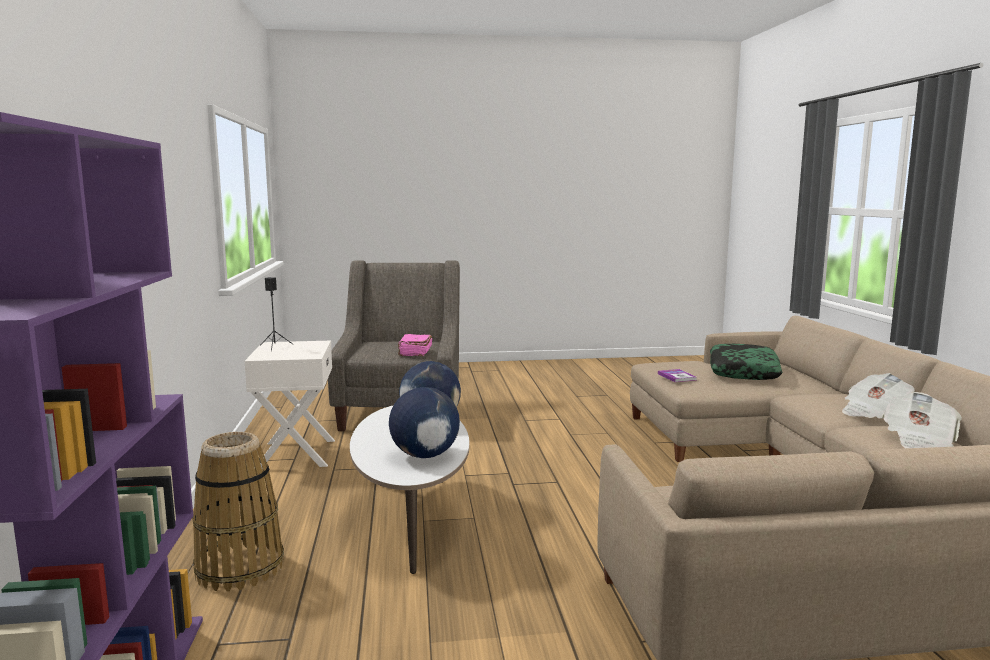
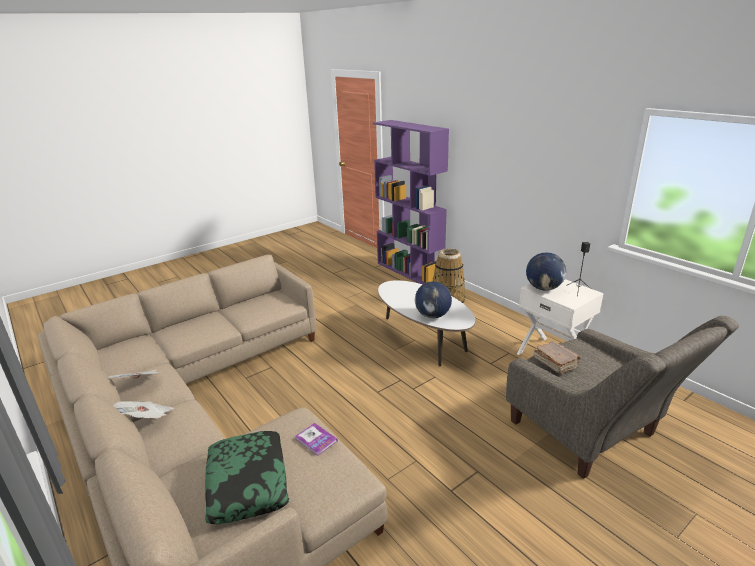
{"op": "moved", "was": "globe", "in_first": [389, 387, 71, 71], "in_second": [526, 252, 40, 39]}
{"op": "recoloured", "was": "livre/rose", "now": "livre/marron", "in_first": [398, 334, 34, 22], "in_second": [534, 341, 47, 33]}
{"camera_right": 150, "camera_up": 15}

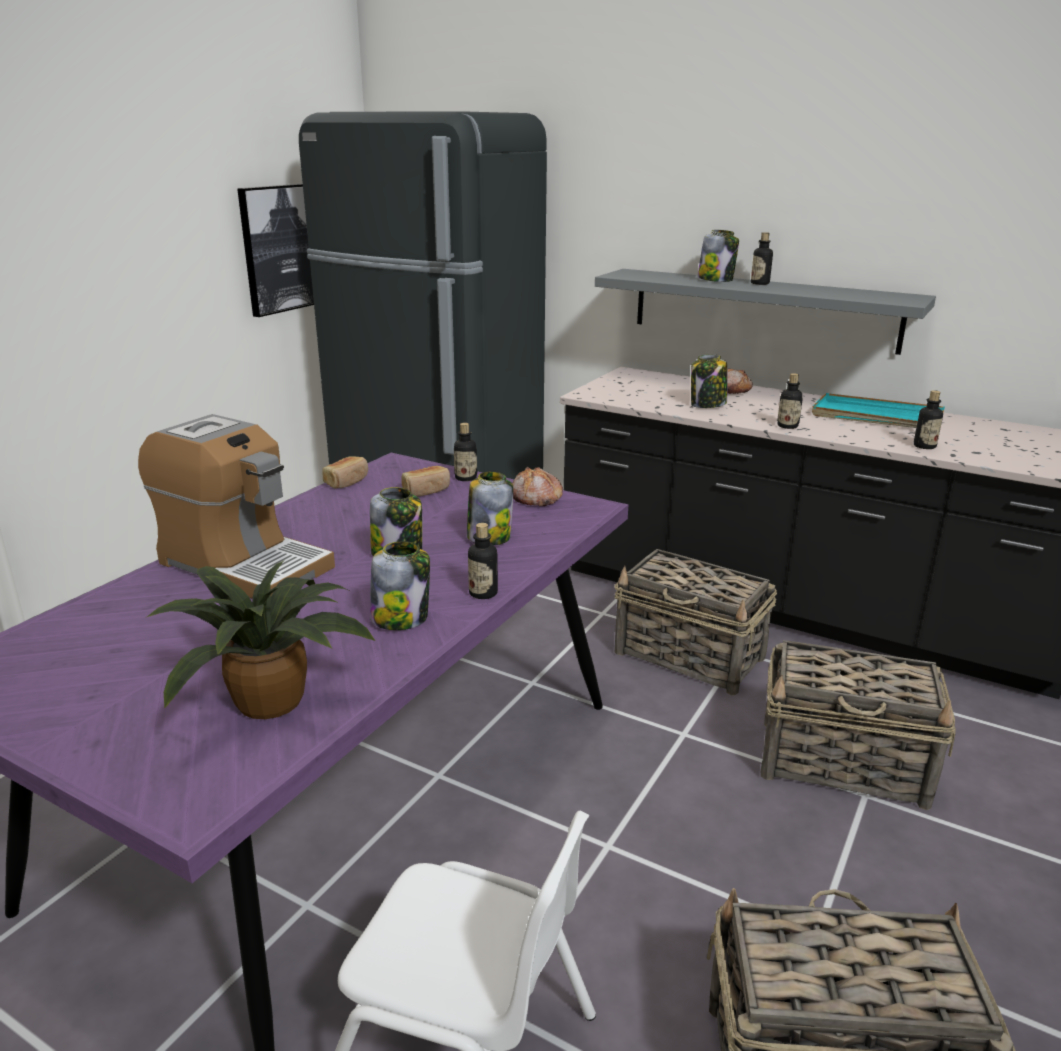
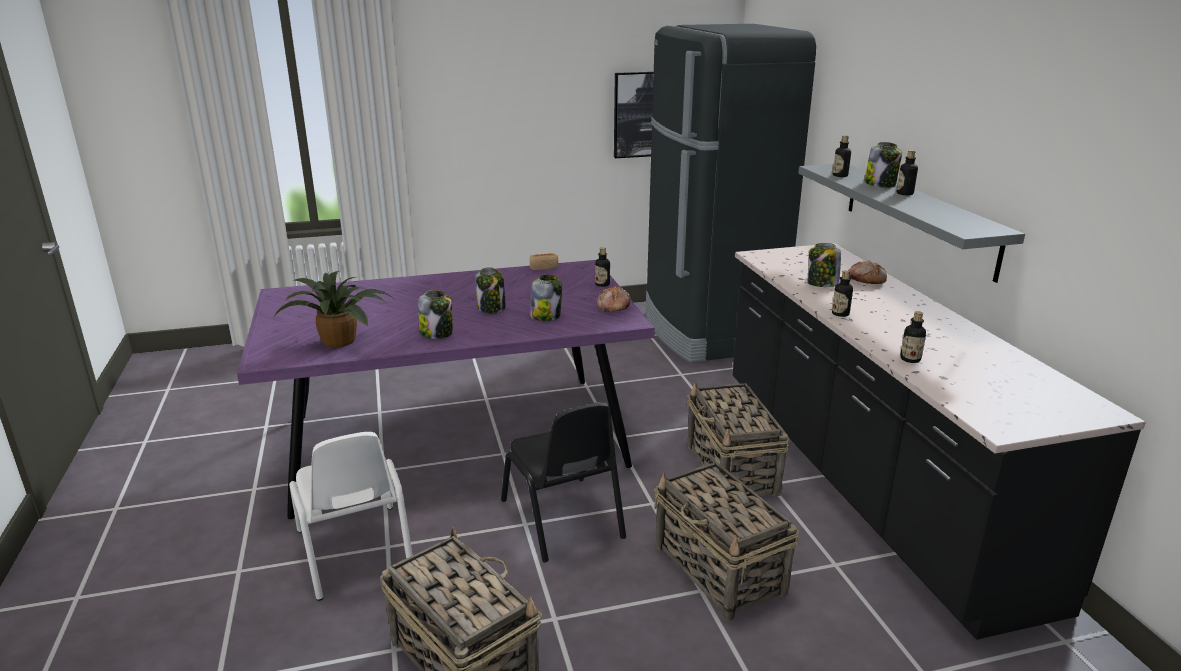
{"op": "removed", "was": "machine à café", "in_first": [138, 414, 197, 184]}
{"op": "removed", "was": "pain", "in_first": [402, 466, 48, 30]}
{"op": "moved", "was": "bouteille", "in_first": [468, 523, 30, 76], "in_second": [833, 135, 18, 42]}
{"op": "removed", "was": "plateau/turquoise", "in_first": [812, 393, 133, 35]}
{"op": "added", "now": "chaise/noir", "in_second": [501, 402, 125, 161]}
{"camera_right": 45, "camera_up": 0}

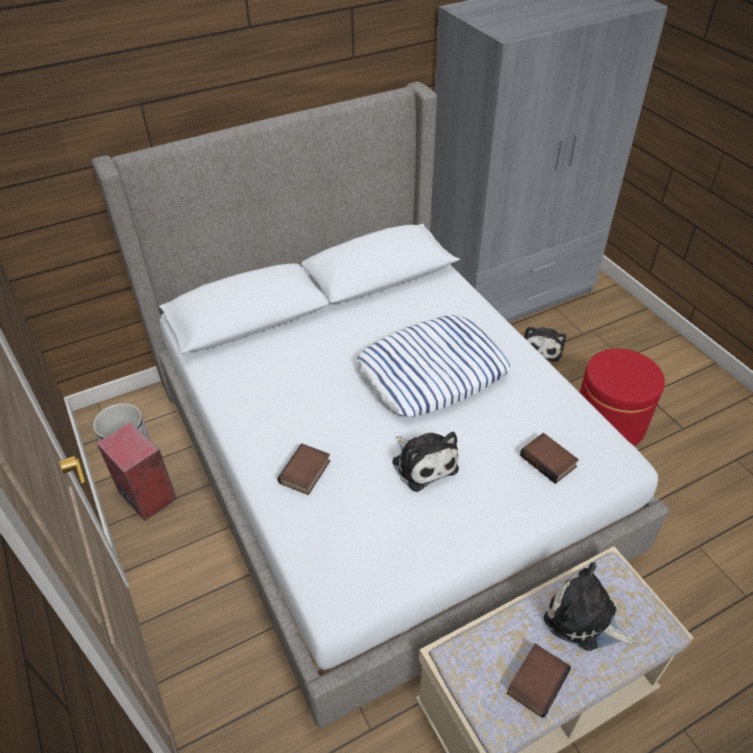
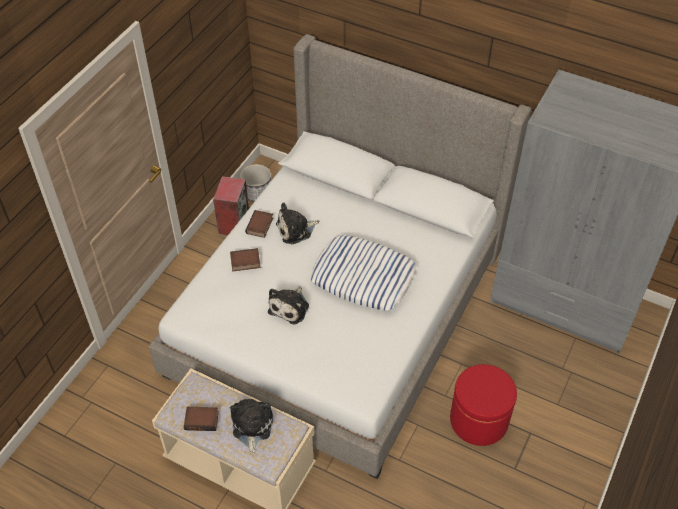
{"op": "moved", "was": "livre", "in_first": [520, 433, 59, 51], "in_second": [245, 210, 28, 28]}
{"op": "moved", "was": "peluche", "in_first": [524, 326, 42, 36], "in_second": [276, 203, 43, 41]}
{"camera_right": 55, "camera_up": 5}

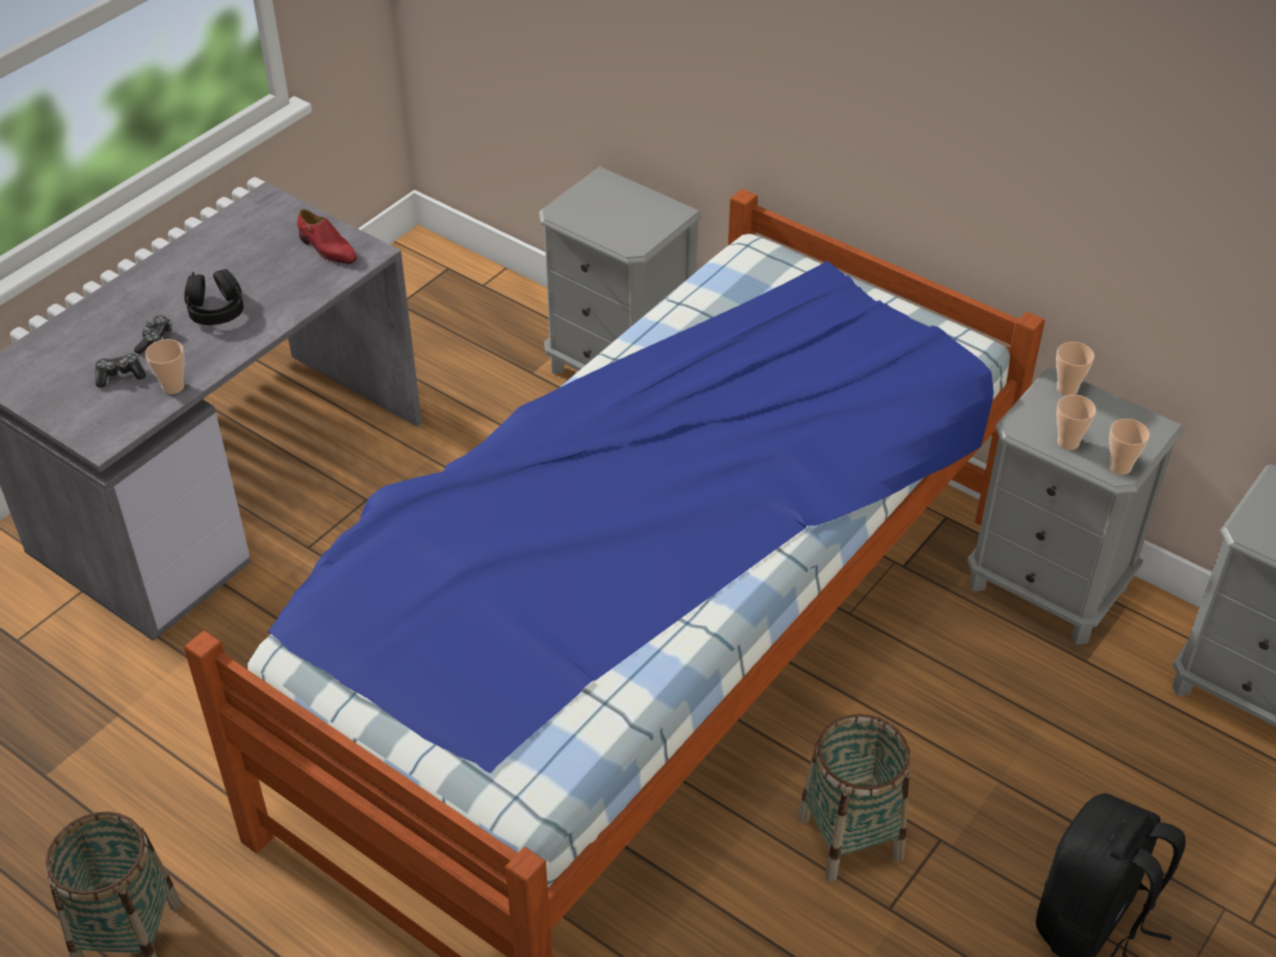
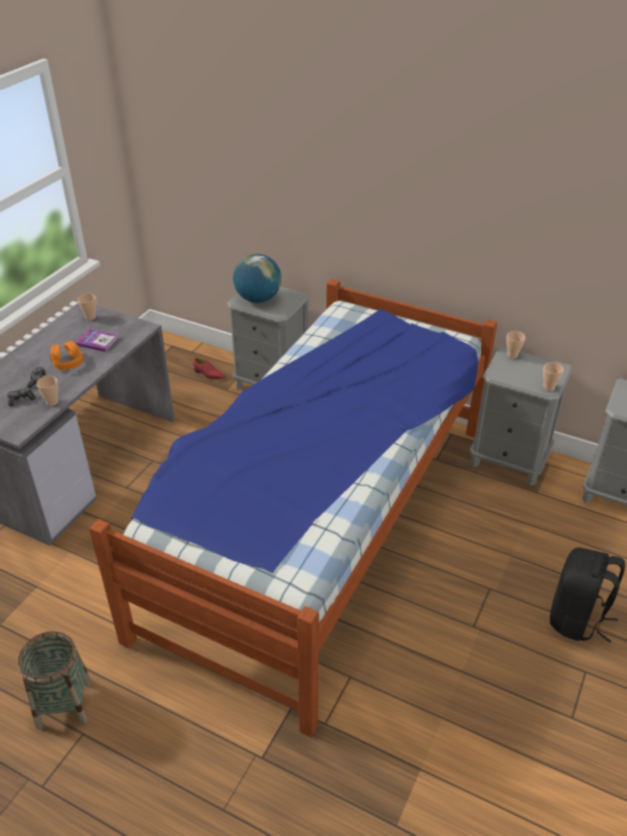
{"op": "recoloured", "was": "casque audio/noir", "now": "casque audio/orange", "in_first": [184, 269, 60, 56], "in_second": [50, 341, 33, 29]}
{"op": "moved", "was": "chaussure/rouge", "in_first": [297, 209, 60, 55], "in_second": [193, 358, 31, 22]}
{"op": "removed", "was": "panier", "in_first": [798, 714, 113, 168]}
{"op": "moved", "was": "tasse", "in_first": [1057, 395, 39, 55], "in_second": [78, 294, 18, 26]}
{"op": "added", "now": "livre", "in_second": [74, 329, 45, 23]}
{"op": "added", "now": "globe", "in_second": [233, 254, 48, 49]}
{"camera_right": -10, "camera_up": -5}

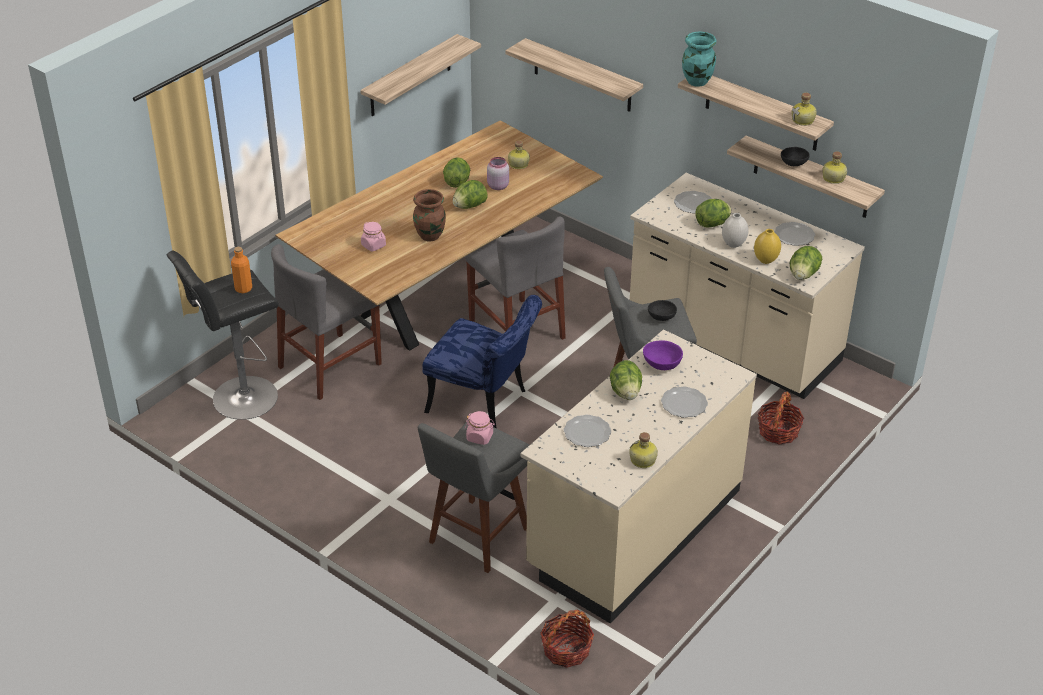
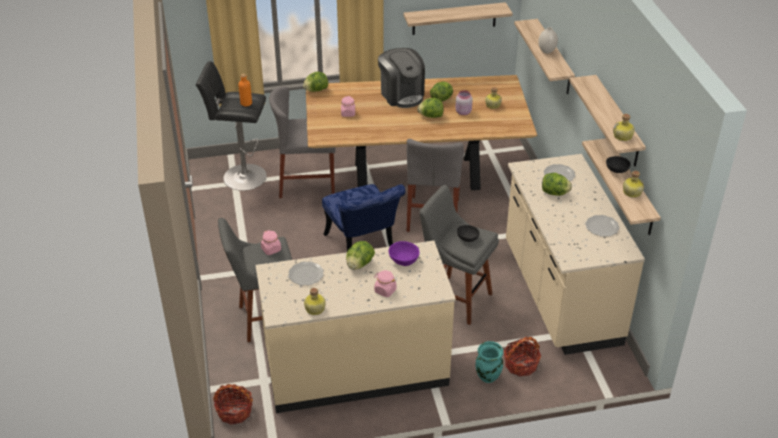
{"op": "removed", "was": "vase/marron", "in_first": [413, 189, 33, 53]}
{"op": "replaced", "was": "assiette", "now": "bocal/rose", "in_first": [661, 386, 47, 32], "in_second": [374, 270, 23, 27]}
{"op": "moved", "was": "vase/turquoise", "in_first": [682, 31, 35, 56], "in_second": [476, 341, 27, 42]}
{"op": "moved", "was": "vase/blanc", "in_first": [722, 213, 27, 35], "in_second": [538, 27, 20, 27]}
{"op": "removed", "was": "vase/jaune", "in_first": [754, 229, 27, 35]}
{"op": "moved", "was": "laitue", "in_first": [790, 246, 32, 34], "in_second": [303, 72, 25, 20]}
{"op": "added", "now": "machine à café", "in_second": [378, 48, 47, 60]}
{"camera_right": 40, "camera_up": 0}

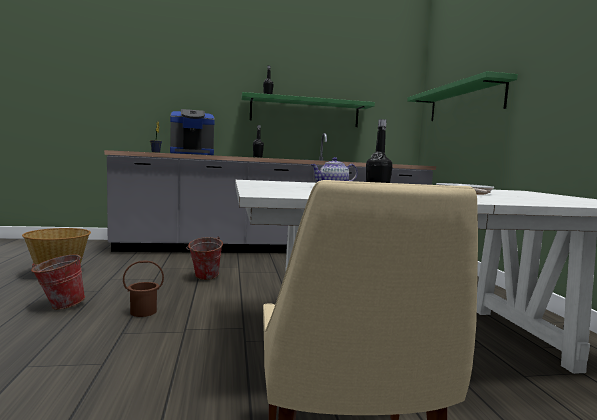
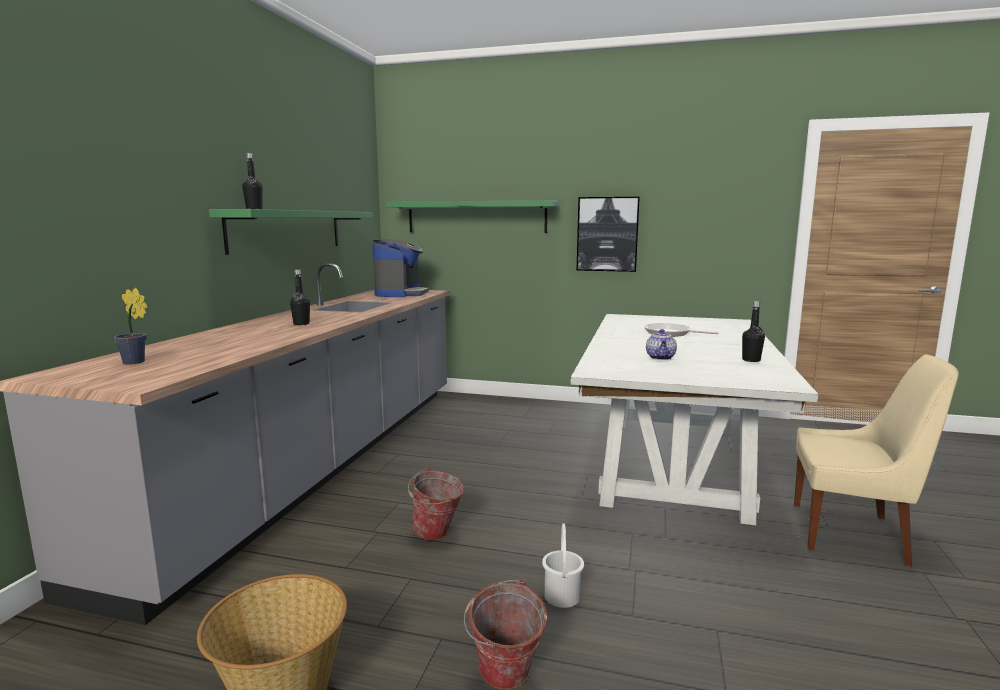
{"op": "recoloured", "was": "seau/marron", "now": "seau/blanc", "in_first": [123, 260, 41, 57], "in_second": [542, 523, 42, 85]}
{"op": "moved", "was": "machine à café", "in_first": [170, 109, 45, 46], "in_second": [372, 239, 57, 58]}
{"op": "added", "now": "tableau", "in_second": [577, 197, 63, 75]}
{"camera_right": -65, "camera_up": 5}

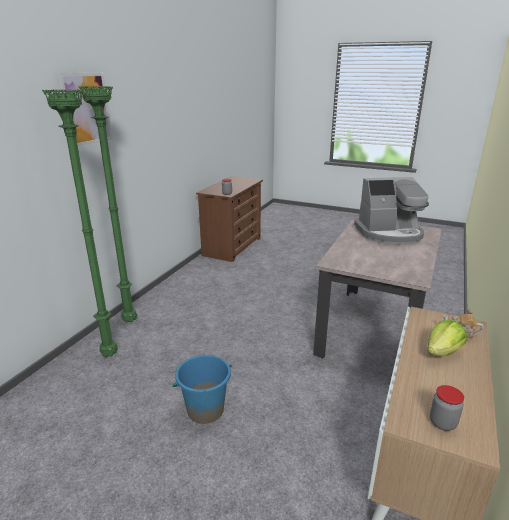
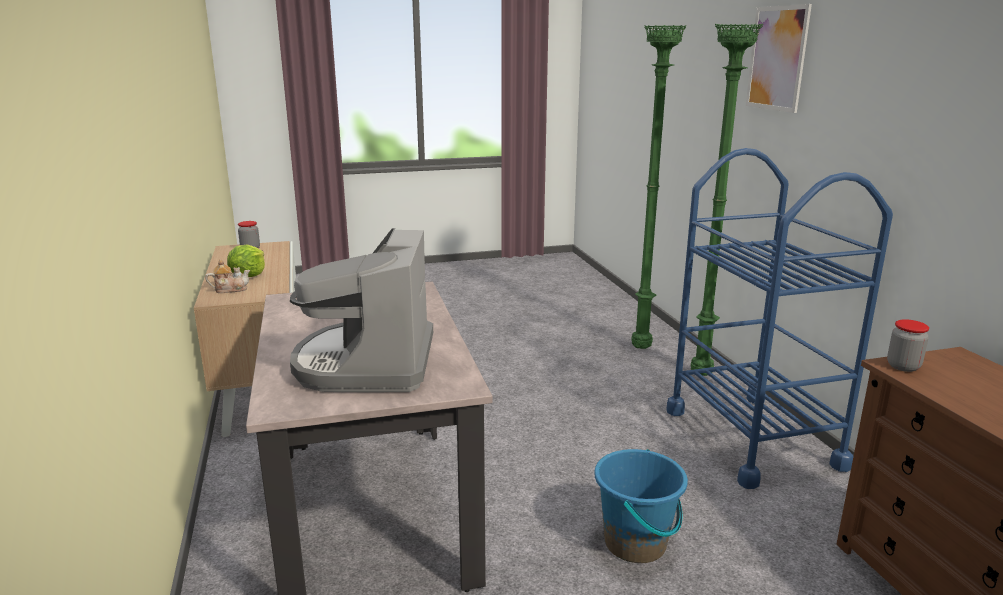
{"op": "moved", "was": "seau/bleu", "in_first": [172, 355, 60, 69], "in_second": [594, 449, 94, 114]}
{"op": "turned", "was": "machine à café", "in_first": [354, 177, 75, 68], "in_second": [290, 228, 143, 164], "clockwise": -45}
{"op": "added", "now": "chariot/bleu", "in_second": [666, 148, 227, 341]}
{"camera_right": 140, "camera_up": -5}

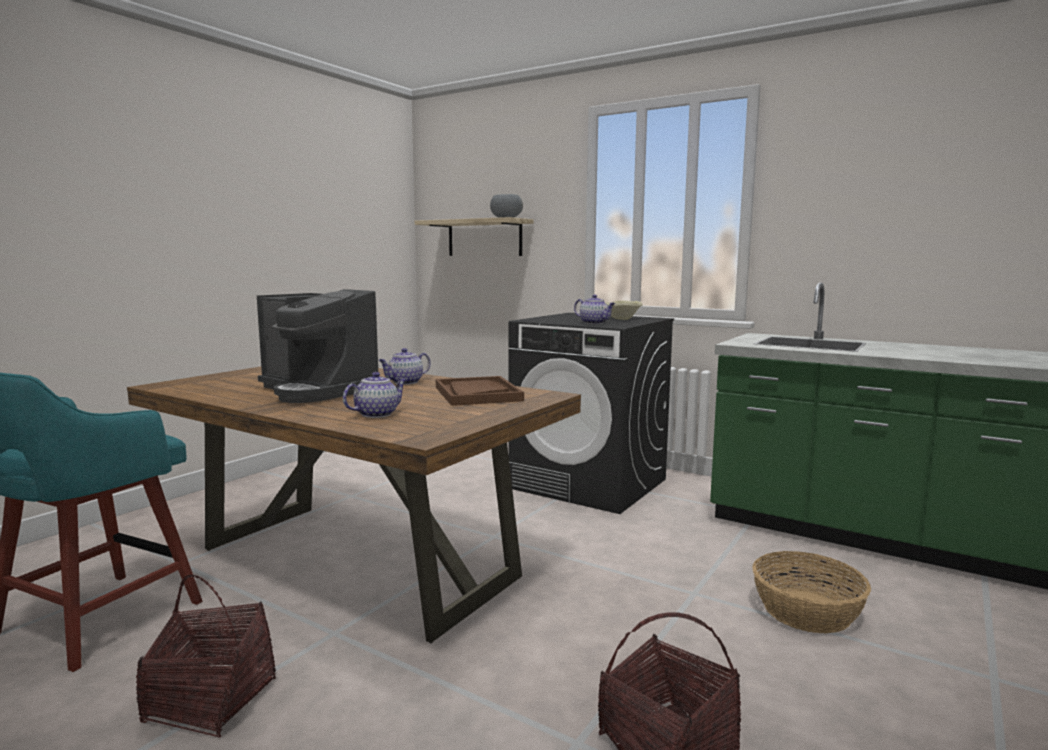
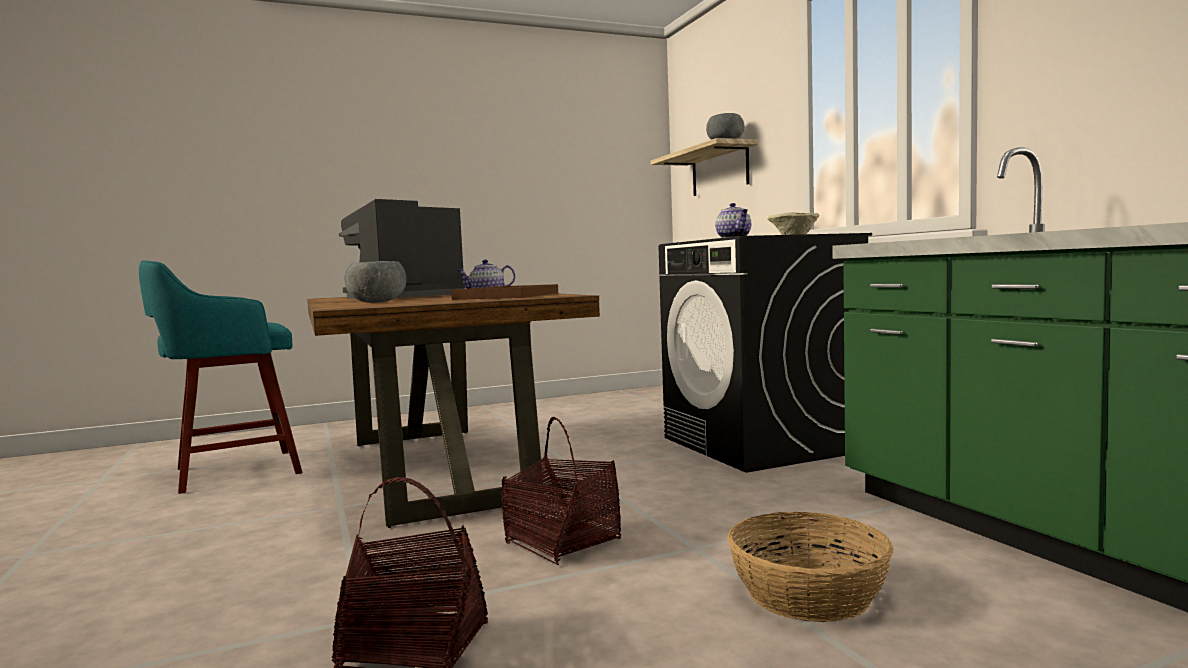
{"op": "moved", "was": "panier", "in_first": [136, 575, 140, 163], "in_second": [501, 417, 120, 148]}
{"op": "turned", "was": "machine à café", "in_first": [257, 289, 121, 114], "in_second": [339, 199, 126, 100], "clockwise": 60}
{"op": "replaced", "was": "théière", "now": "bol/gris", "in_first": [343, 372, 64, 46], "in_second": [344, 261, 62, 42]}
{"camera_right": 35, "camera_up": -5}

